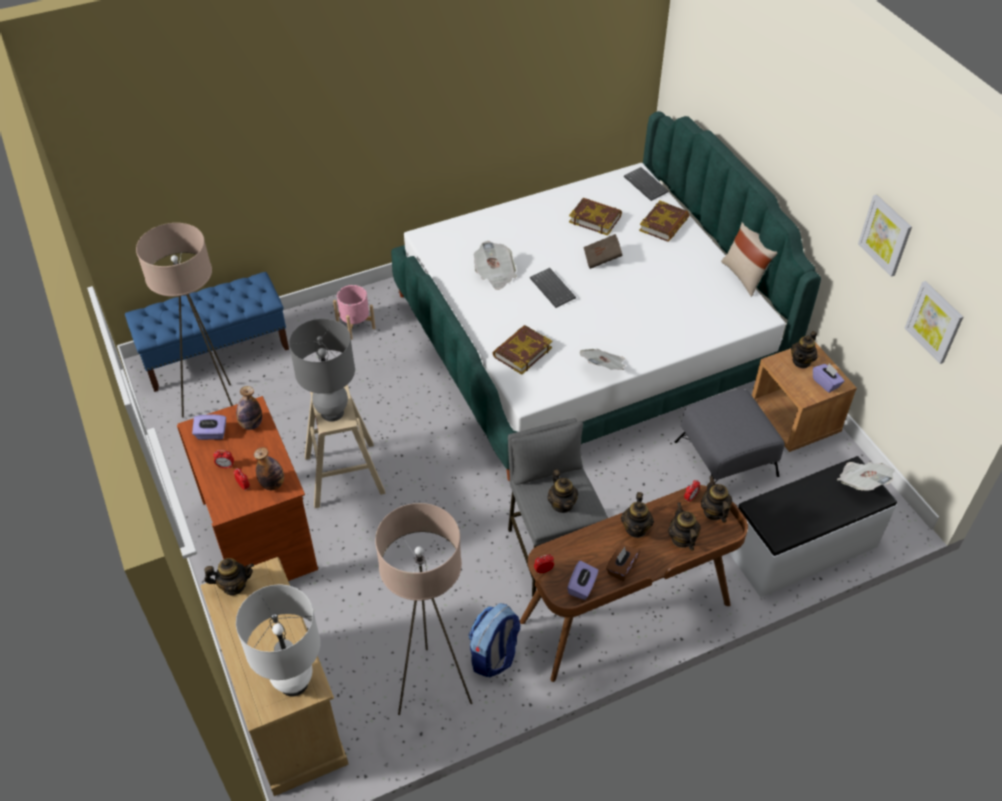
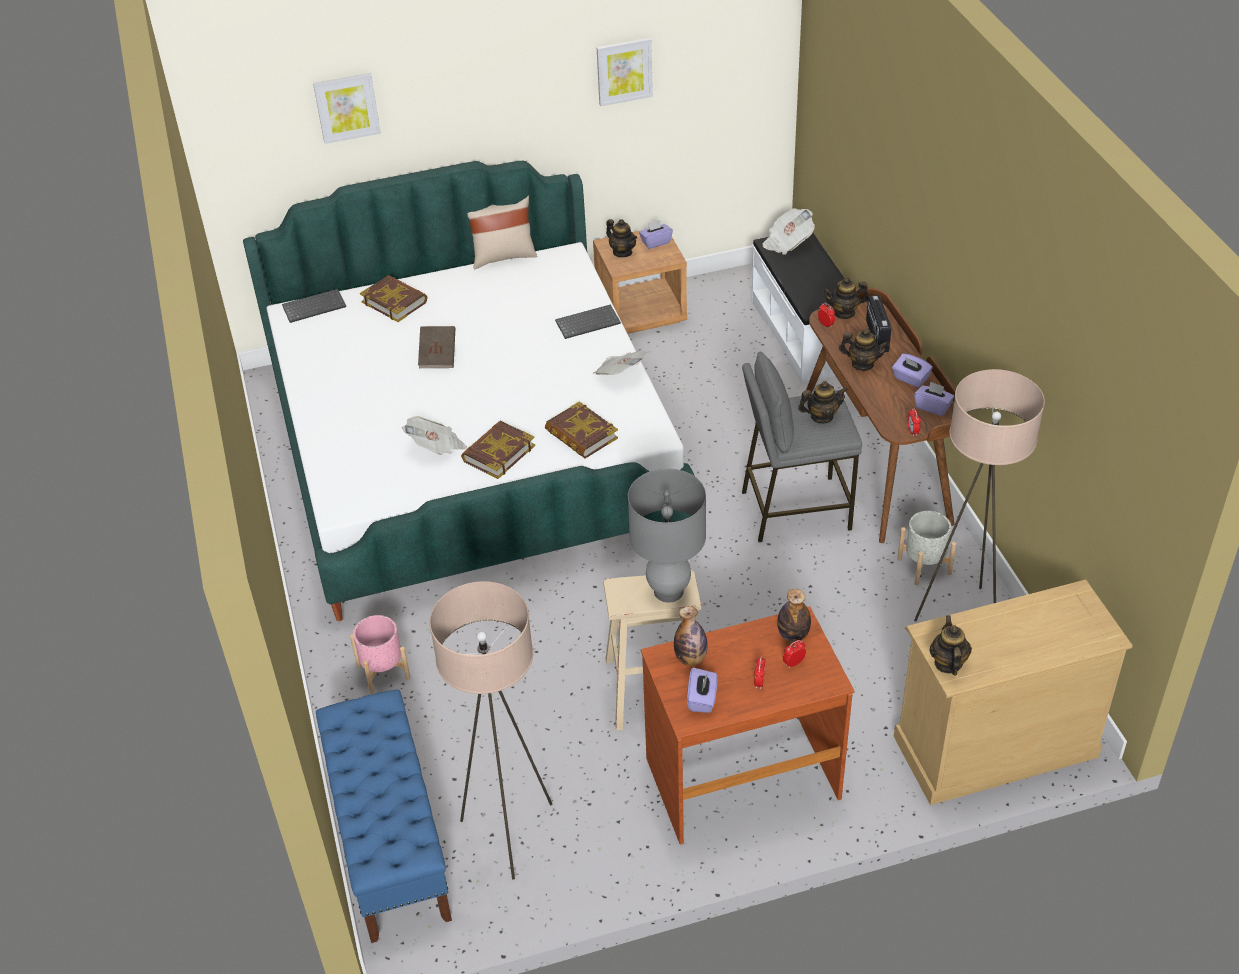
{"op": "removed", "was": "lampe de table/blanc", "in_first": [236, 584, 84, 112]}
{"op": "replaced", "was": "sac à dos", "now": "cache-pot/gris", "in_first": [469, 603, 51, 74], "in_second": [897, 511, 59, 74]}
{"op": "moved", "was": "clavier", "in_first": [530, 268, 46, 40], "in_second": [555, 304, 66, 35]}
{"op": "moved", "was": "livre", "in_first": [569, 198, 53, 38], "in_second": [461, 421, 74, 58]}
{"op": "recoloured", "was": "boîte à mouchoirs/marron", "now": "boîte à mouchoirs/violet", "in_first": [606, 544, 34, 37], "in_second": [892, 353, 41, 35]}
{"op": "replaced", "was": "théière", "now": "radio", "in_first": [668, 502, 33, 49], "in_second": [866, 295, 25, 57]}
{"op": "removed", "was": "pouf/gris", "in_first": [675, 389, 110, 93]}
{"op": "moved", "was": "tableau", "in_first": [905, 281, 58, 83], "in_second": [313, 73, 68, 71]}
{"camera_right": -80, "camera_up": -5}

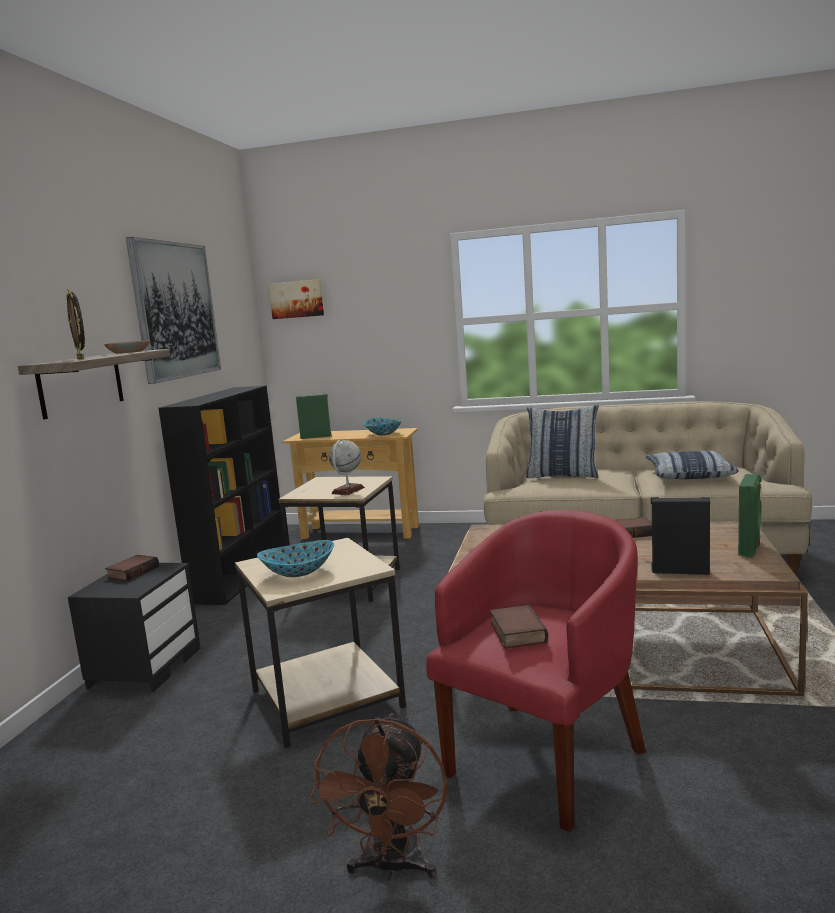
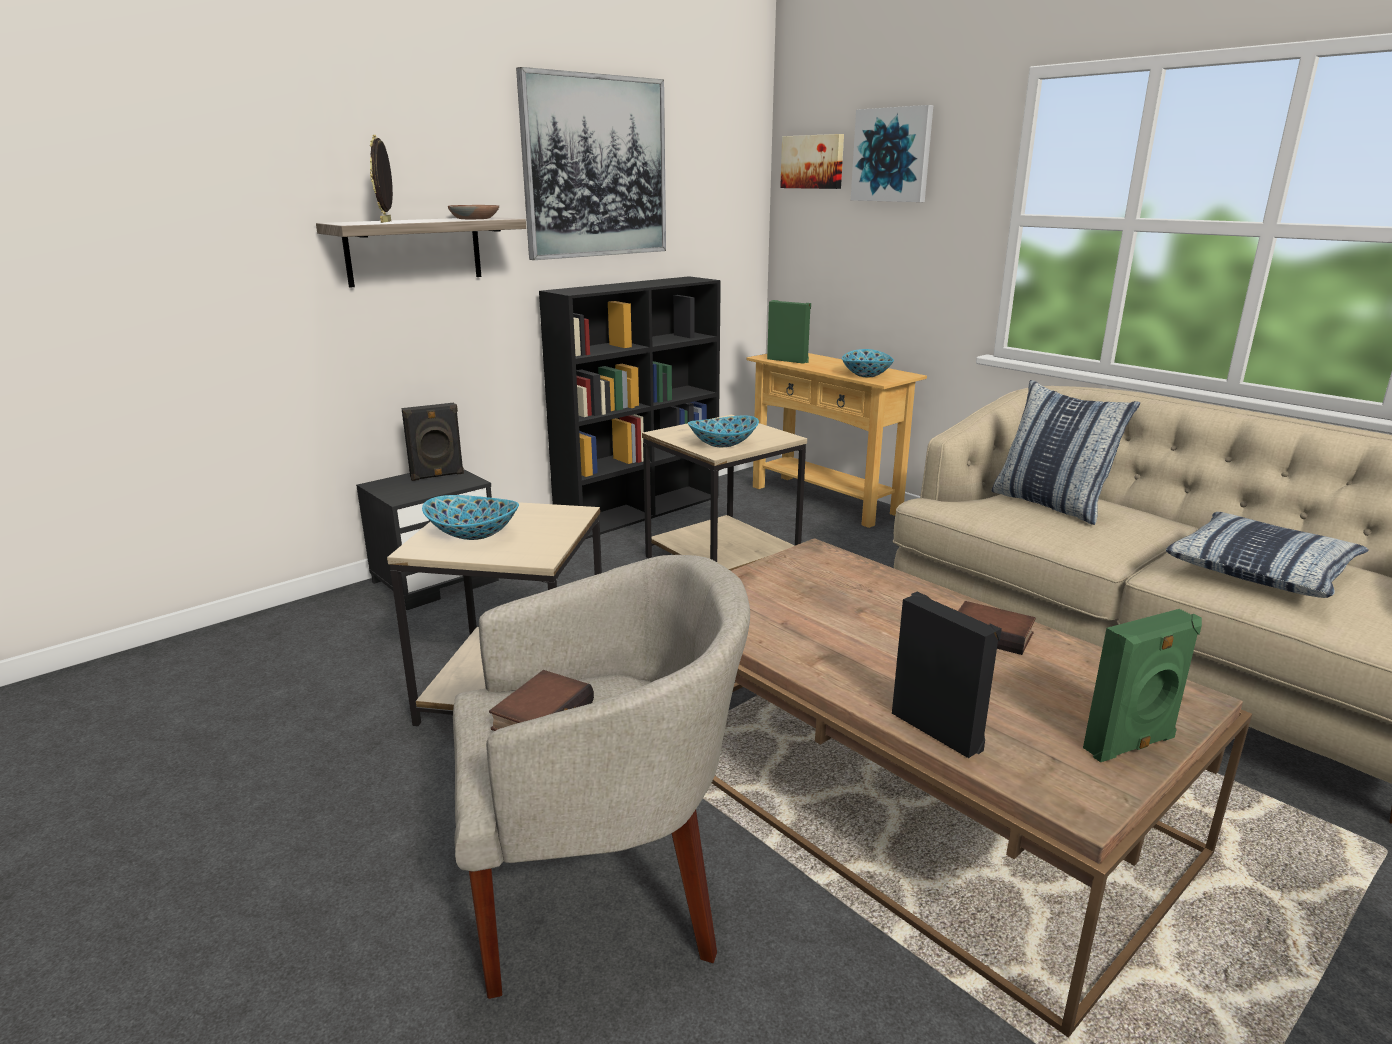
{"op": "replaced", "was": "livre", "now": "enceinte/noir", "in_first": [105, 555, 54, 26], "in_second": [401, 403, 63, 78]}
{"op": "removed", "was": "ventilateur/marron", "in_first": [309, 713, 139, 168]}
{"op": "replaced", "was": "globe", "now": "bol", "in_first": [329, 440, 36, 55], "in_second": [688, 415, 71, 32]}
{"op": "recoloured", "was": "fauteuil/rouge", "now": "fauteuil/beige", "in_first": [426, 510, 220, 322], "in_second": [453, 555, 297, 444]}
{"op": "added", "now": "tableau", "in_second": [851, 105, 82, 97]}
{"camera_right": 35, "camera_up": 10}

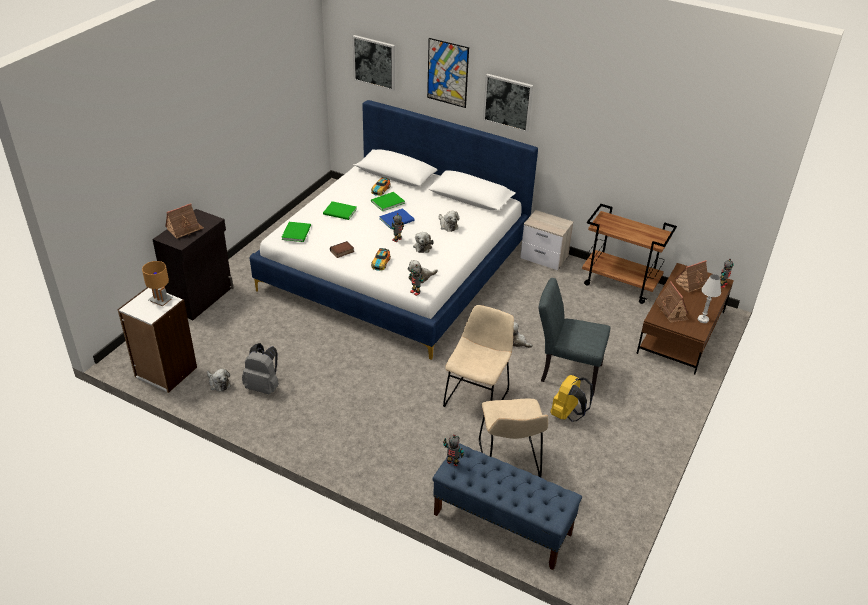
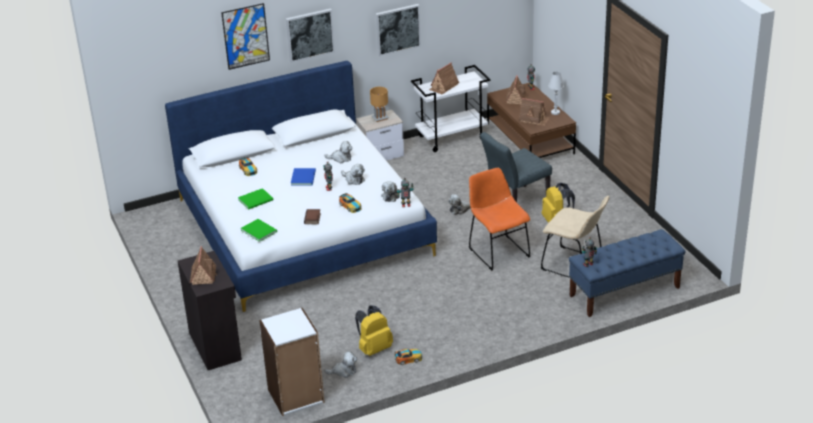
{"op": "moved", "was": "lampe de table/marron", "in_first": [142, 261, 31, 45], "in_second": [370, 87, 19, 35]}
{"op": "recoloured", "was": "sac à dos/gris", "now": "sac à dos/jaune", "in_first": [242, 343, 37, 51], "in_second": [355, 305, 38, 51]}
{"op": "moved", "was": "tableau", "in_first": [353, 35, 42, 56], "in_second": [376, 4, 45, 52]}
{"op": "removed", "was": "livre/vert", "in_first": [371, 192, 34, 19]}
{"op": "recoloured", "was": "chaise/beige", "now": "chaise/orange", "in_first": [443, 305, 71, 102], "in_second": [469, 168, 61, 103]}
{"op": "recoloured", "was": "chariot/marron", "now": "chariot/blanc", "in_first": [582, 204, 95, 100], "in_second": [411, 65, 79, 87]}
{"op": "added", "now": "petite voiture", "in_second": [394, 349, 28, 16]}
{"op": "added", "now": "maison miniature", "in_second": [429, 63, 30, 31]}
{"camera_right": -50, "camera_up": -5}

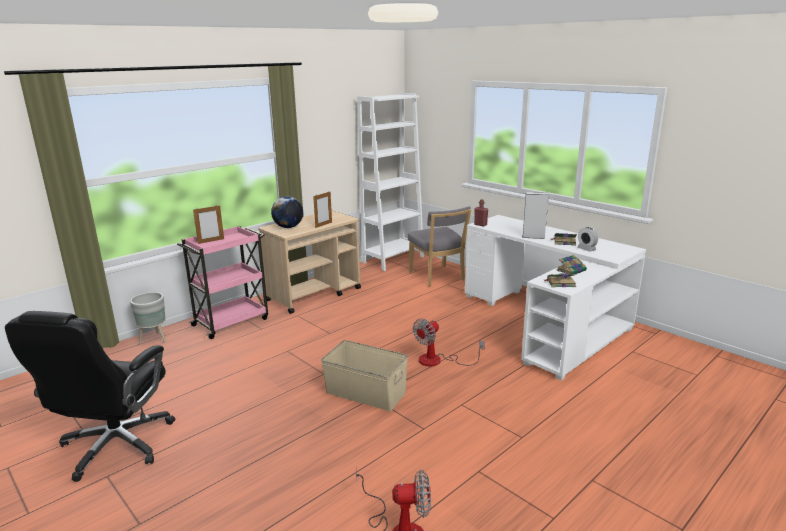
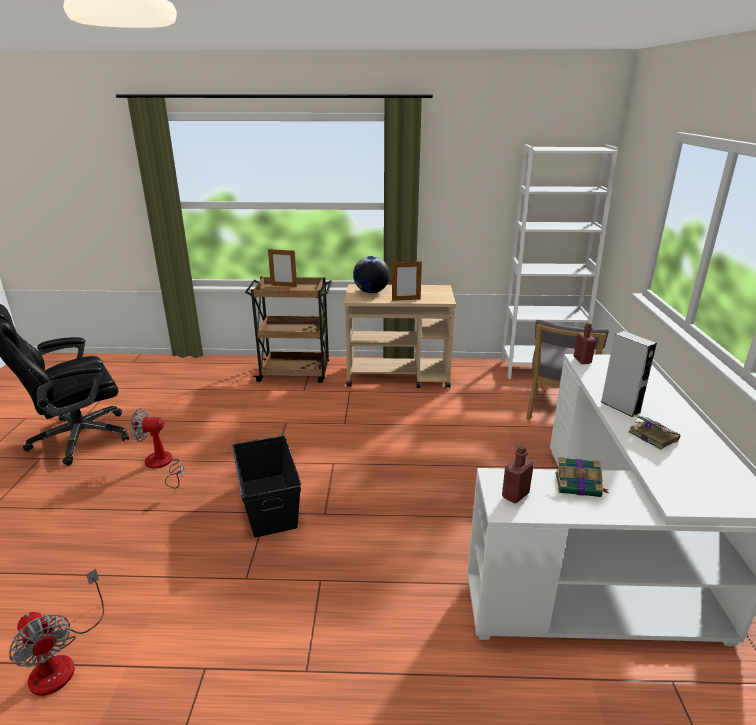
{"op": "removed", "was": "cache-pot/gris", "in_first": [130, 292, 36, 53]}
{"op": "recoloured", "was": "chariot/rose", "now": "chariot/marron", "in_first": [177, 226, 91, 113], "in_second": [245, 277, 87, 106]}
{"op": "recoloured", "was": "boîte de rangement/beige", "now": "boîte de rangement/noir", "in_first": [321, 340, 87, 71], "in_second": [232, 435, 69, 103]}
{"op": "moved", "was": "ventilateur", "in_first": [413, 319, 72, 47], "in_second": [130, 408, 54, 80]}
{"op": "replaced", "was": "livre", "now": "bouteille/rouge", "in_first": [545, 273, 32, 14], "in_second": [502, 445, 32, 58]}
{"op": "removed", "was": "réveil", "in_first": [577, 227, 21, 25]}
{"camera_right": 45, "camera_up": 5}

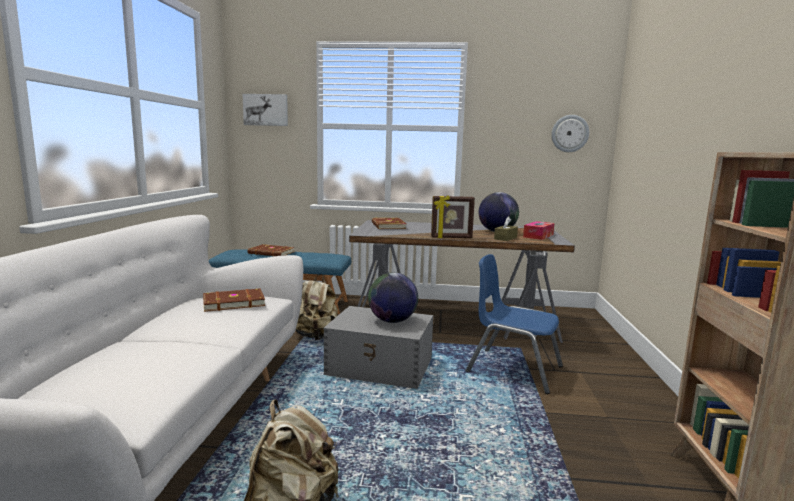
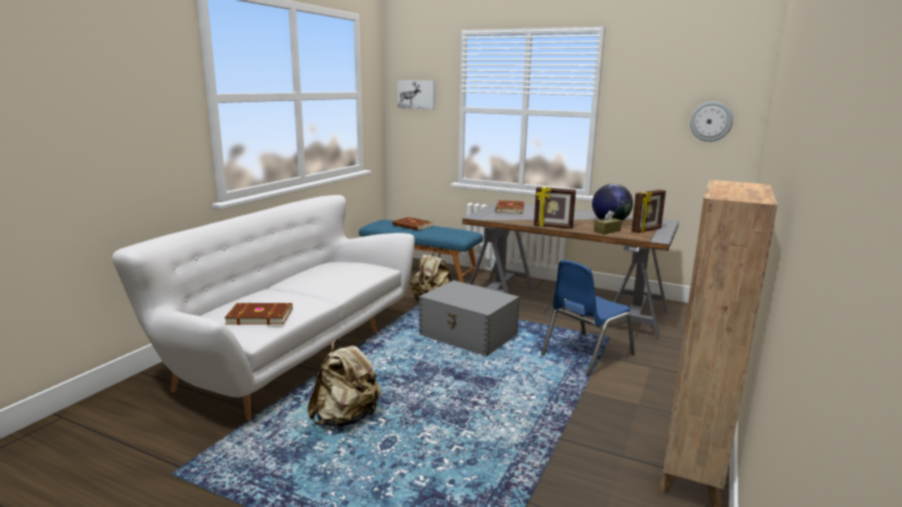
{"op": "moved", "was": "livre/marron", "in_first": [203, 289, 62, 23], "in_second": [224, 303, 68, 22]}
{"op": "removed", "was": "globe", "in_first": [368, 272, 50, 51]}
{"op": "turned", "was": "chaise/bleu", "in_first": [465, 254, 98, 140], "in_second": [541, 260, 94, 117], "clockwise": -90}
{"op": "replaced", "was": "boîte à mouchoirs", "now": "cadre photo", "in_first": [523, 221, 31, 19], "in_second": [631, 190, 35, 43]}
{"camera_right": 20, "camera_up": 5}

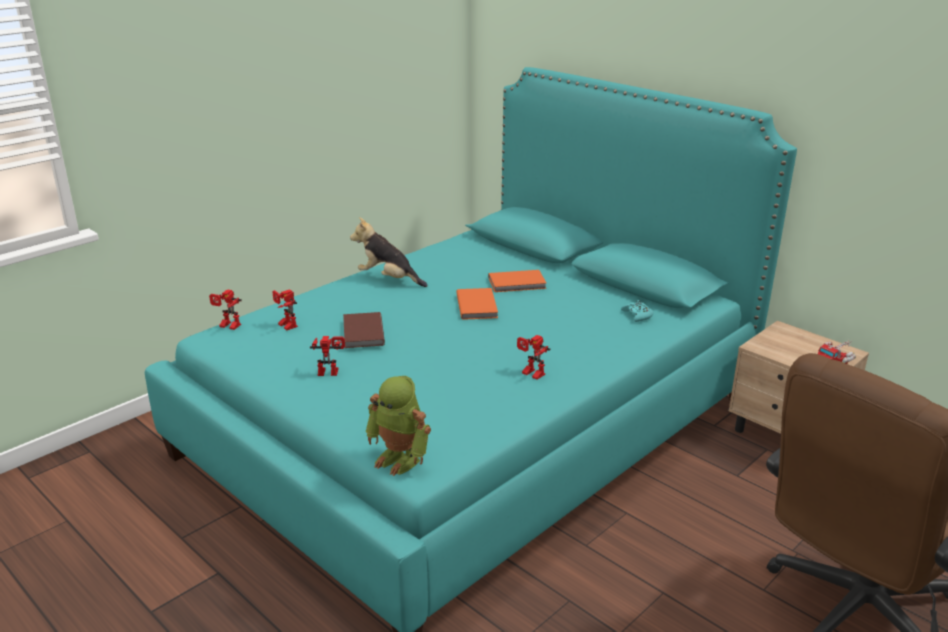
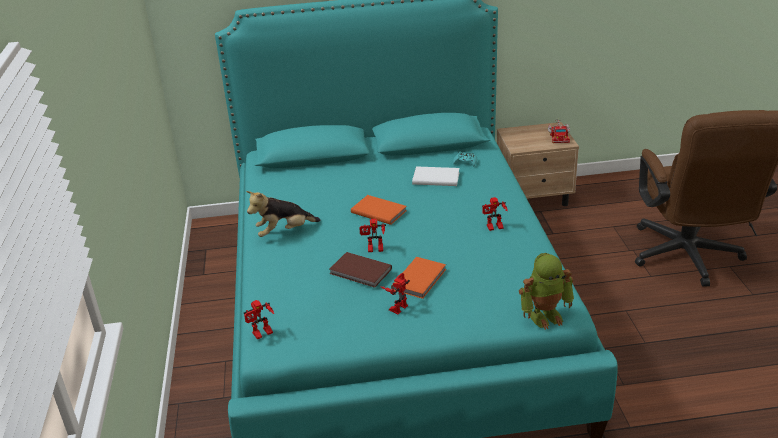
{"op": "moved", "was": "robot jouet", "in_first": [273, 289, 25, 41], "in_second": [359, 219, 27, 33]}
{"op": "moved", "was": "livre/orange", "in_first": [488, 270, 59, 22], "in_second": [391, 257, 55, 42]}
{"op": "added", "now": "livre/blanc", "in_second": [412, 166, 48, 20]}
{"camera_right": -50, "camera_up": 5}

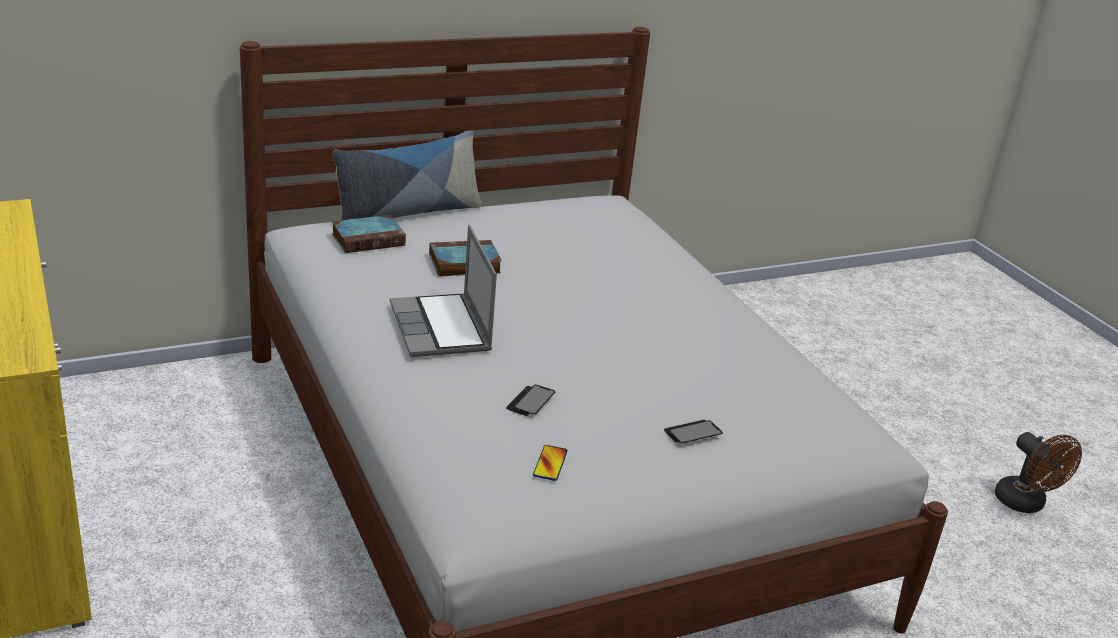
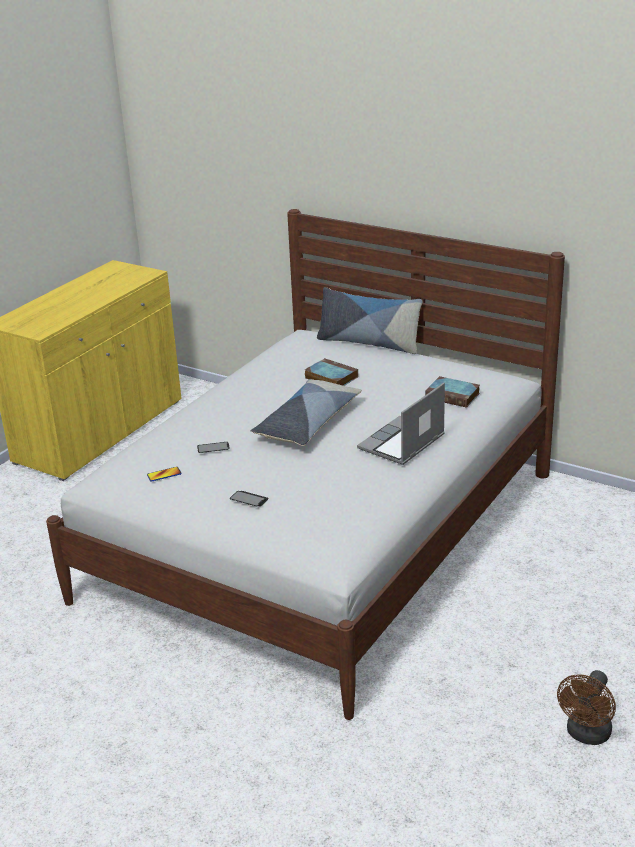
{"op": "moved", "was": "livre", "in_first": [332, 215, 74, 38], "in_second": [425, 376, 55, 32]}
{"op": "moved", "was": "ordinateur portable", "in_first": [390, 225, 107, 132], "in_second": [357, 383, 88, 82]}
{"op": "added", "now": "coussin", "in_second": [251, 379, 111, 67]}
{"camera_right": 60, "camera_up": 0}

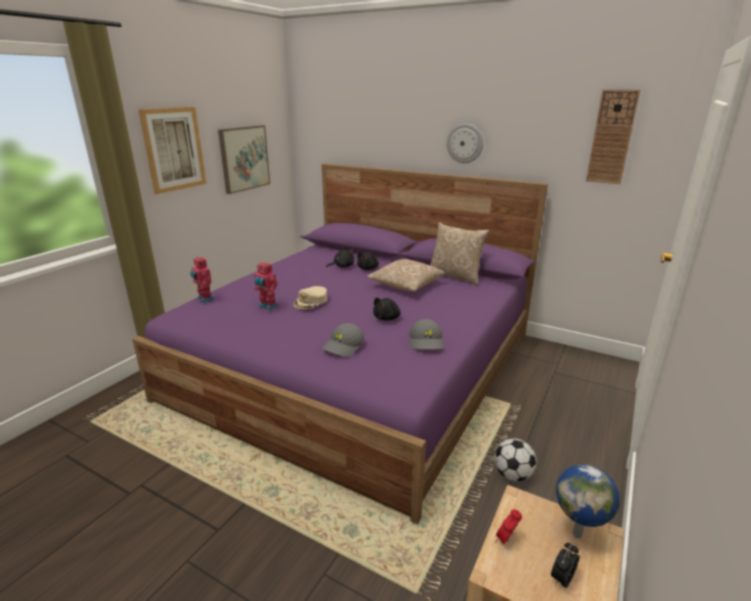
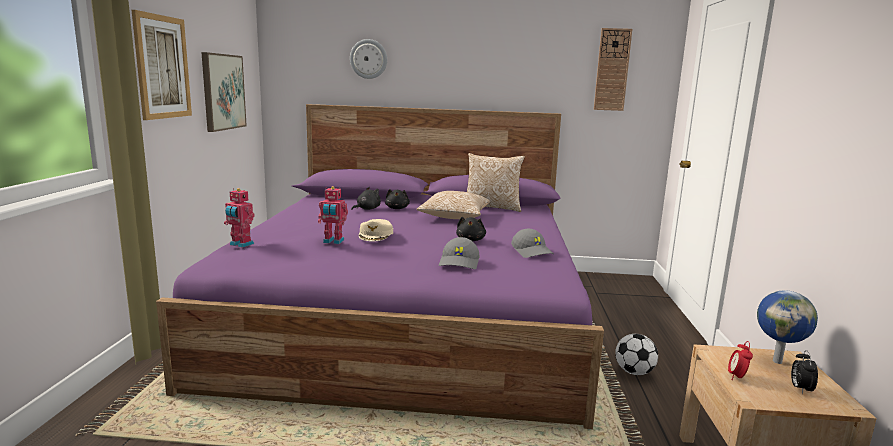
{"op": "moved", "was": "horloge murale", "in_first": [447, 123, 36, 40], "in_second": [350, 39, 37, 40]}
{"camera_right": -25, "camera_up": -10}

